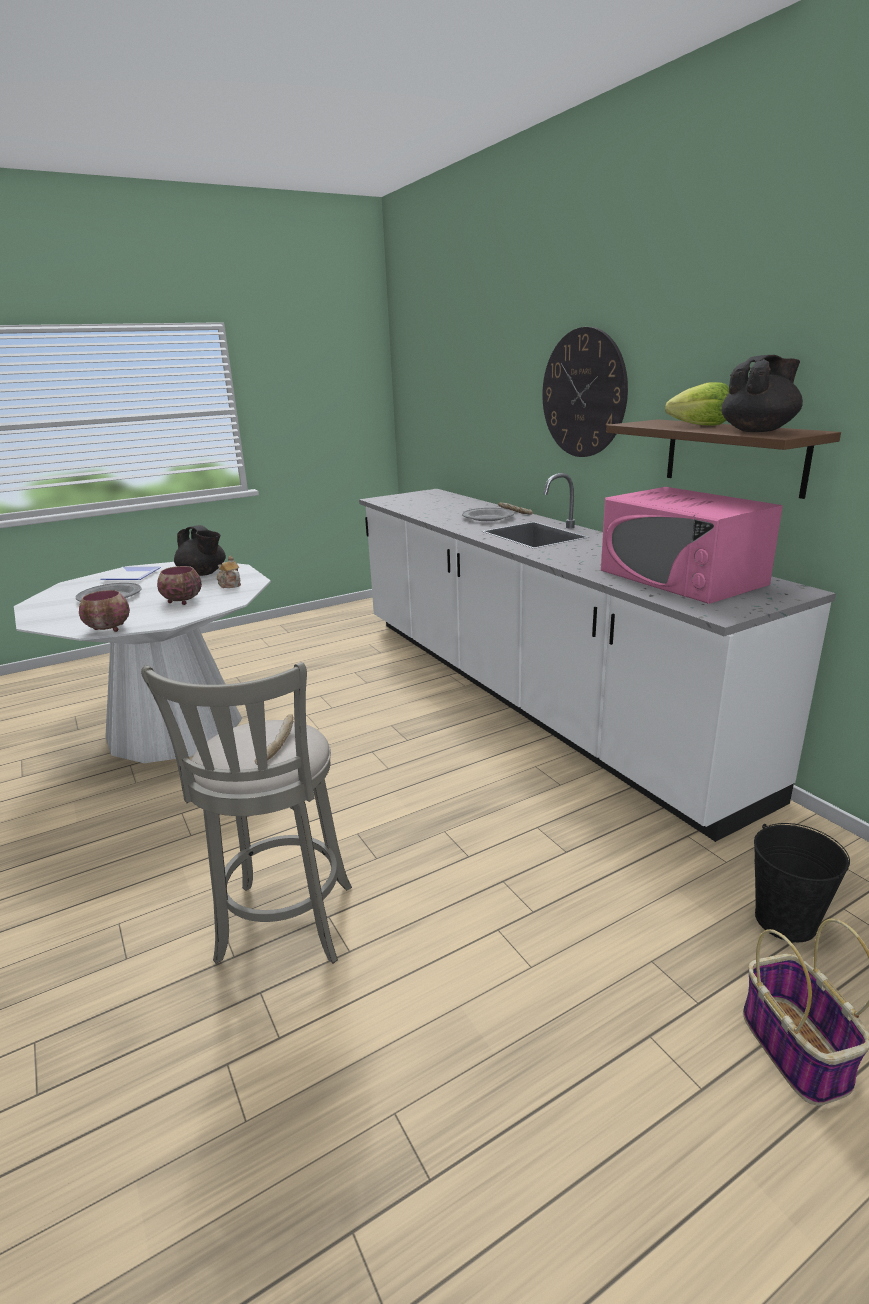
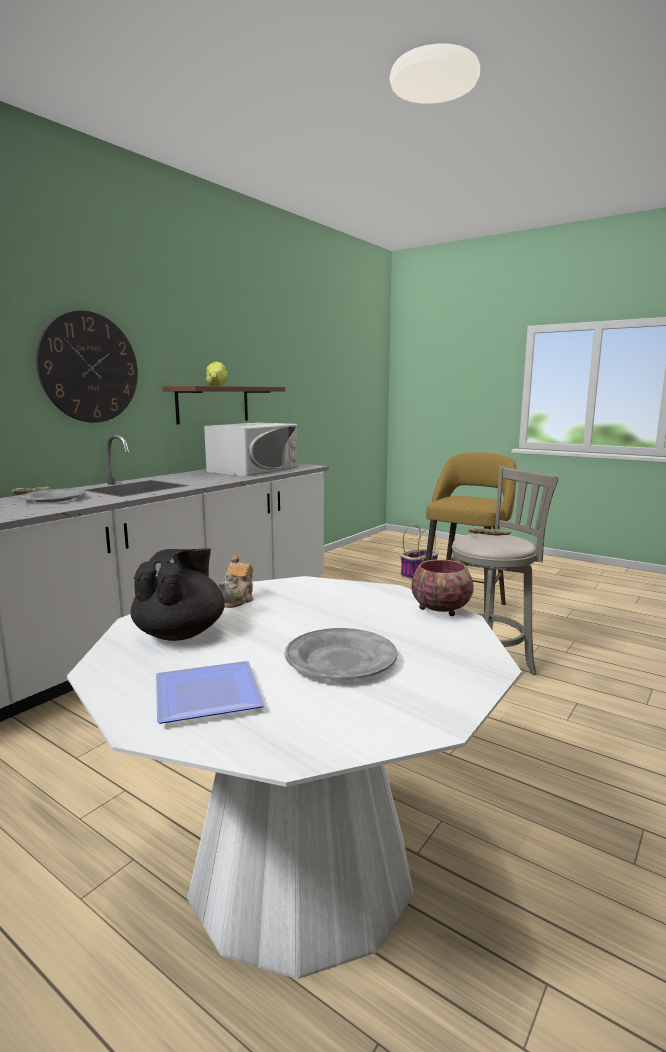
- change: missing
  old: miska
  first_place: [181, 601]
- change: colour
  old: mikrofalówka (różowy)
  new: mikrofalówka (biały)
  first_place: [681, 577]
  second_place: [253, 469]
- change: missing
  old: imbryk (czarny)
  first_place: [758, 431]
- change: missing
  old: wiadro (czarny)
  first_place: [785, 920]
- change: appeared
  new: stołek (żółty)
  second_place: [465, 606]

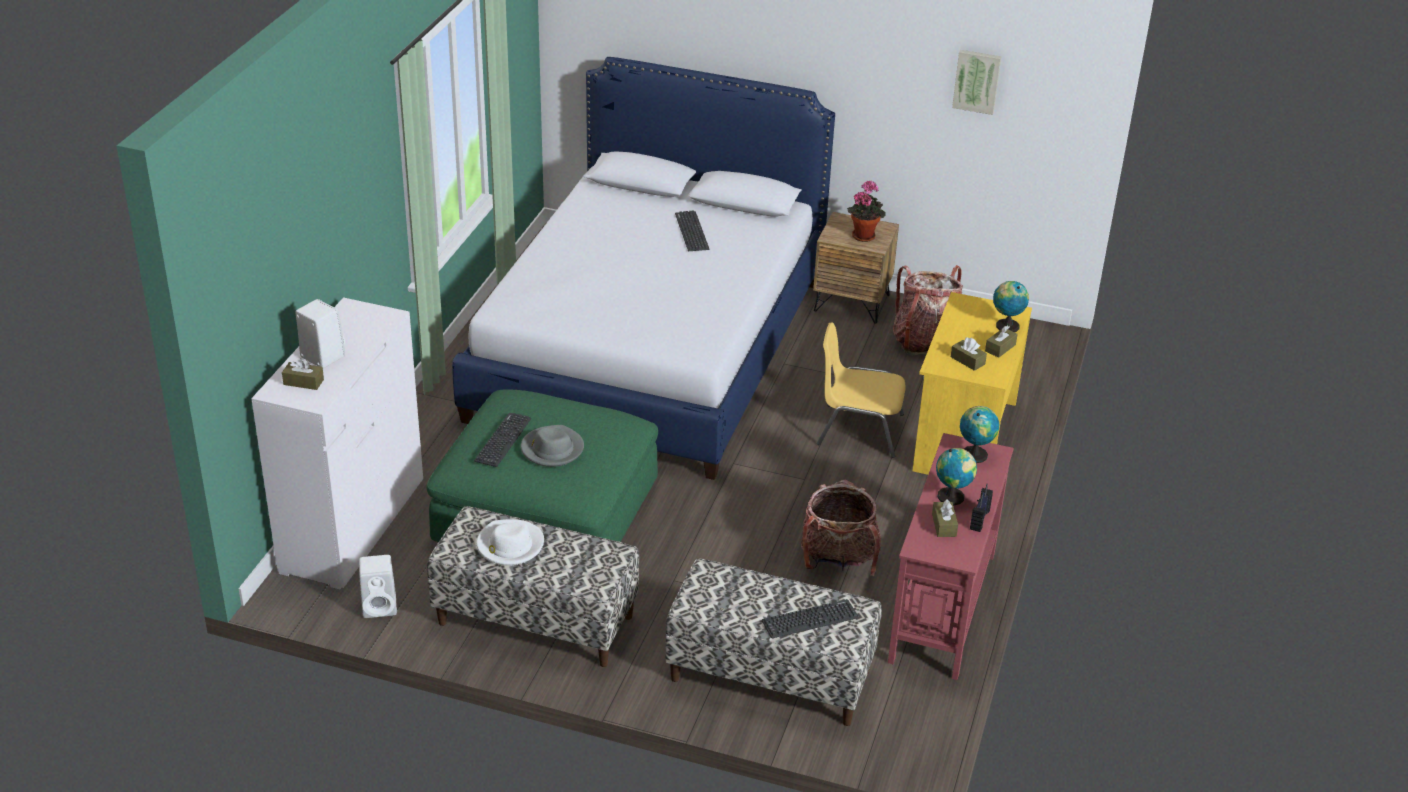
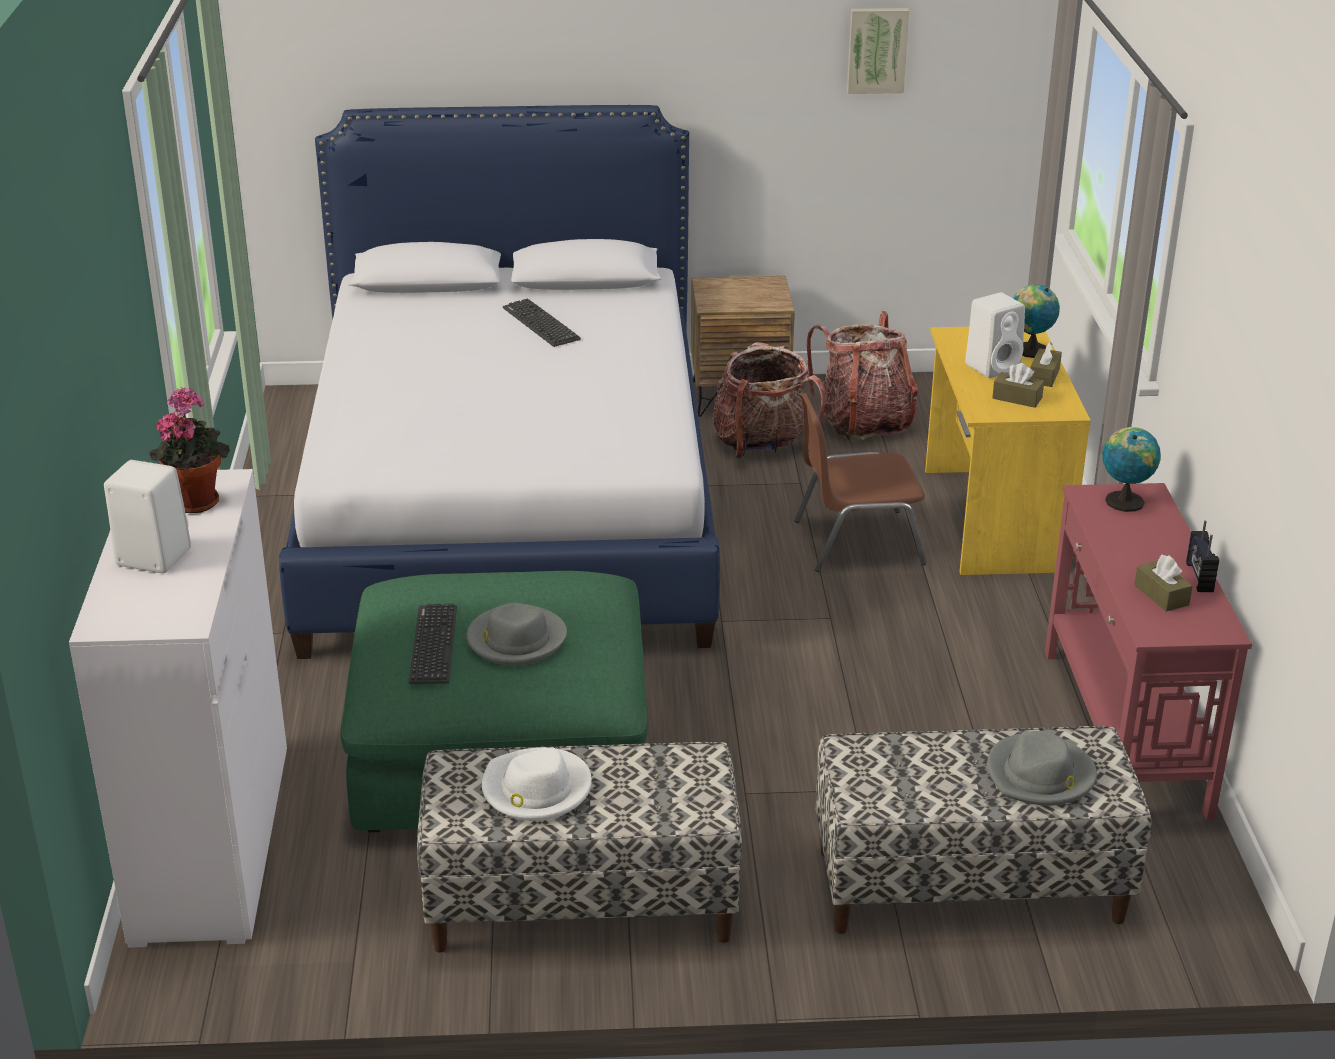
- change: missing
  old: pudełko chusteczek (brązowy)
  first_place: [303, 382]
- change: relocated
  old: głośnik (biały)
  first_place: [381, 606]
  second_place: [993, 366]
- change: exchanged
  old: klawiatura
  new: kapelusz (szary)
  first_place: [810, 619]
  second_place: [1040, 775]
- change: relocated
  old: plecak
  first_place: [838, 560]
  second_place: [762, 445]
- change: colour
  old: krzesło (żółty)
  new: krzesło (brązowy)
  first_place: [858, 429]
  second_place: [856, 541]
- change: relocated
  old: roślina doniczkowa
  first_place: [864, 235]
  second_place: [196, 500]
- change: missing
  old: globus
  first_place: [953, 497]

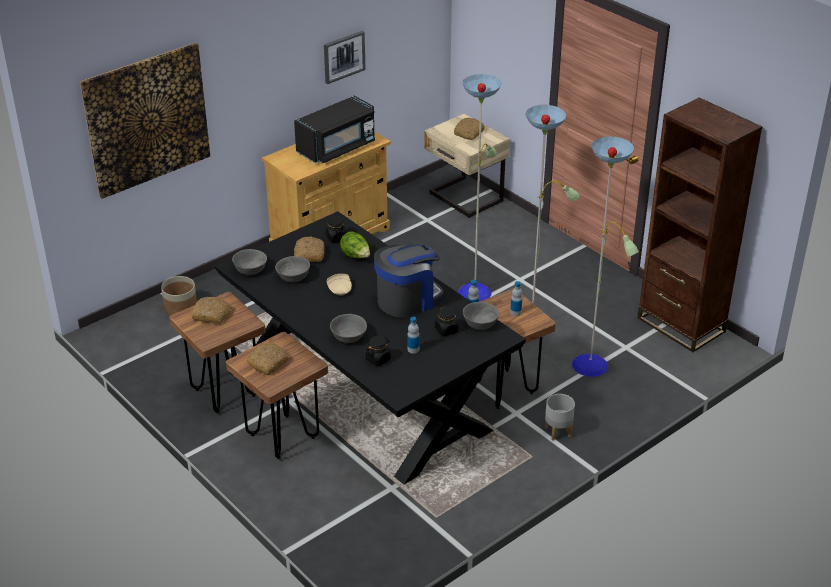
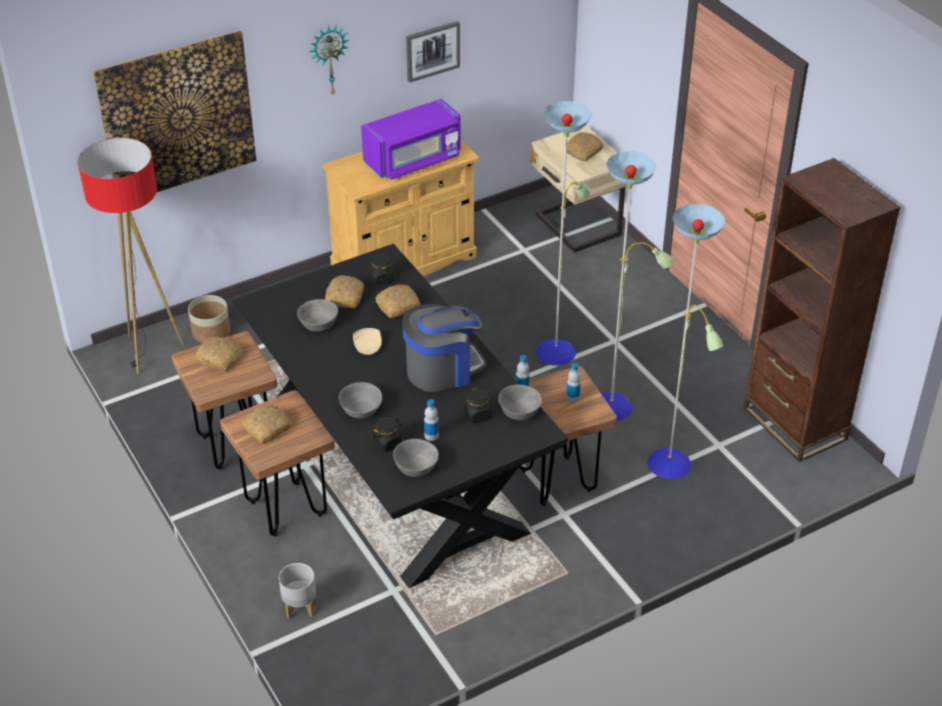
- change: relocated
  old: miska (szary)
  first_place: [250, 269]
  second_place: [416, 467]
- change: colour
  old: mikrofalówka (czarny)
  new: mikrofalówka (fioletowy)
  first_place: [337, 148]
  second_place: [413, 160]
- change: exchanged
  old: sałata
  new: chleb
  first_place: [356, 256]
  second_place: [398, 305]
- change: relocated
  old: donica (szary)
  first_place: [557, 431]
  second_place: [300, 607]
- change: appeared
  new: lampa stojąca
  second_place: [150, 352]
- change: appeared
  new: zegar ścienny
  second_place: [329, 59]

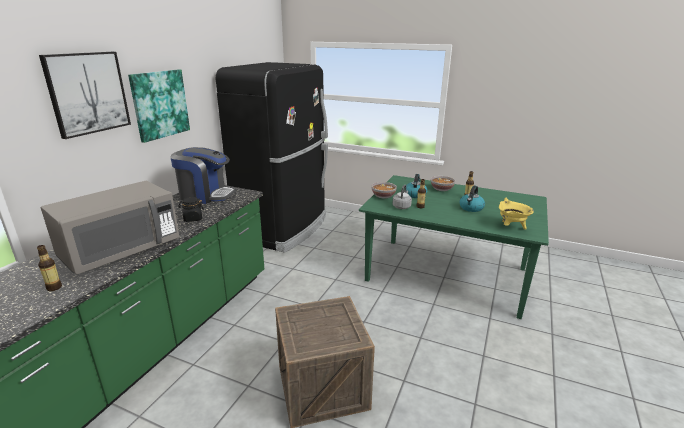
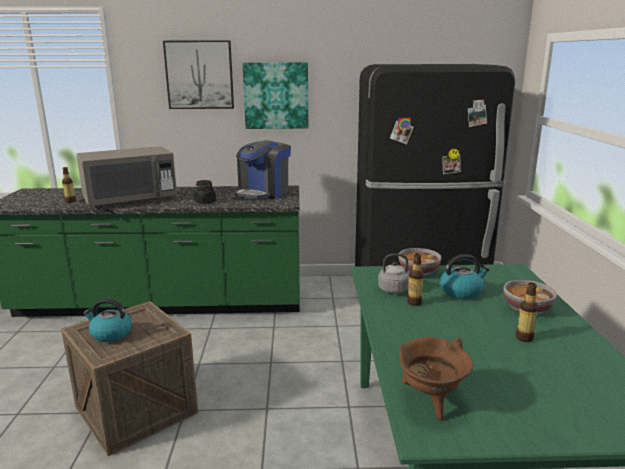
- change: spun
  old: mikrofalówka (szary)
  first_place: [121, 251]
  second_place: [130, 200]
  degrees: -45
- change: spun
  old: ekspres do kawy
  first_place: [205, 195]
  second_place: [263, 193]
  degrees: 45
- change: relocated
  old: czajnik
  first_place: [471, 208]
  second_place: [110, 334]
- change: colour
  old: garnek (żółty)
  new: garnek (brązowy)
  first_place: [511, 227]
  second_place: [431, 401]

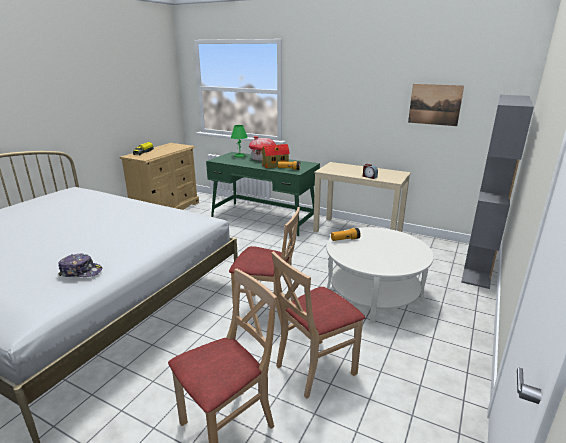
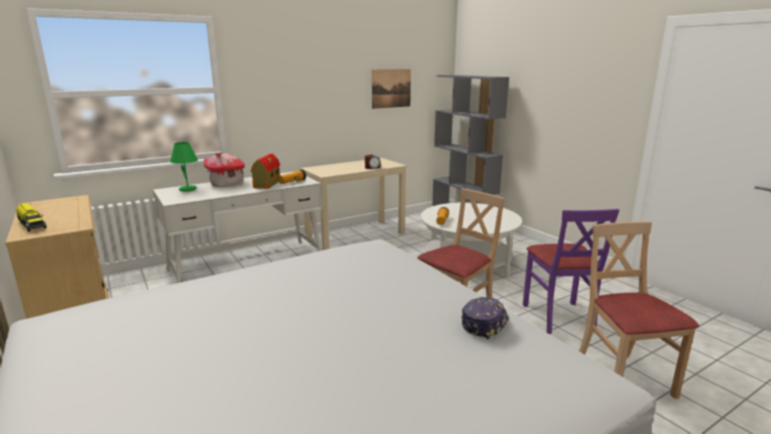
- change: colour
  old: biurko (zielony)
  new: biurko (biały)
  first_place: [263, 218]
  second_place: [247, 265]
- change: colour
  old: krzesło (beżowy)
  new: krzesło (fioletowy)
  first_place: [315, 368]
  second_place: [559, 317]

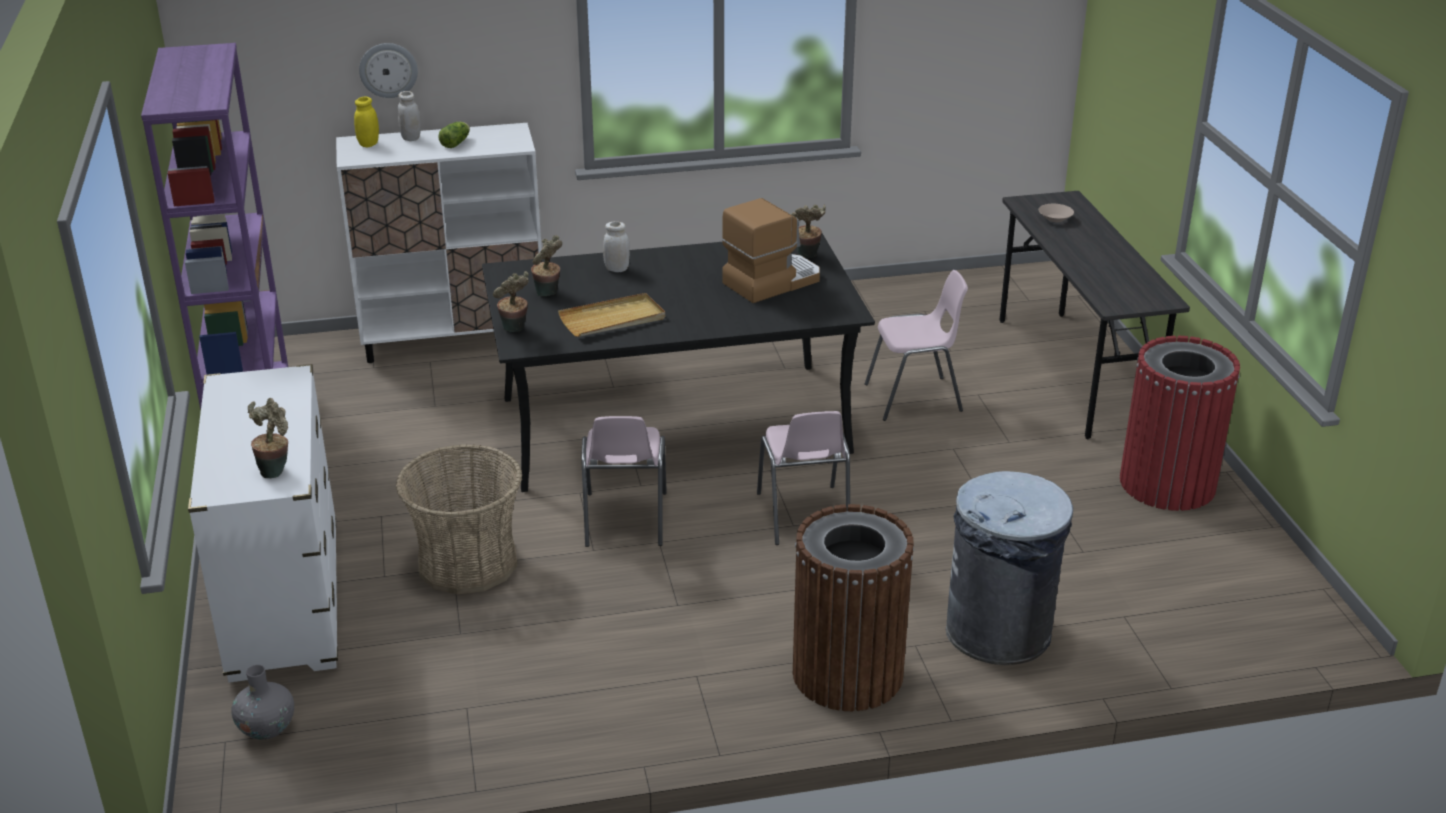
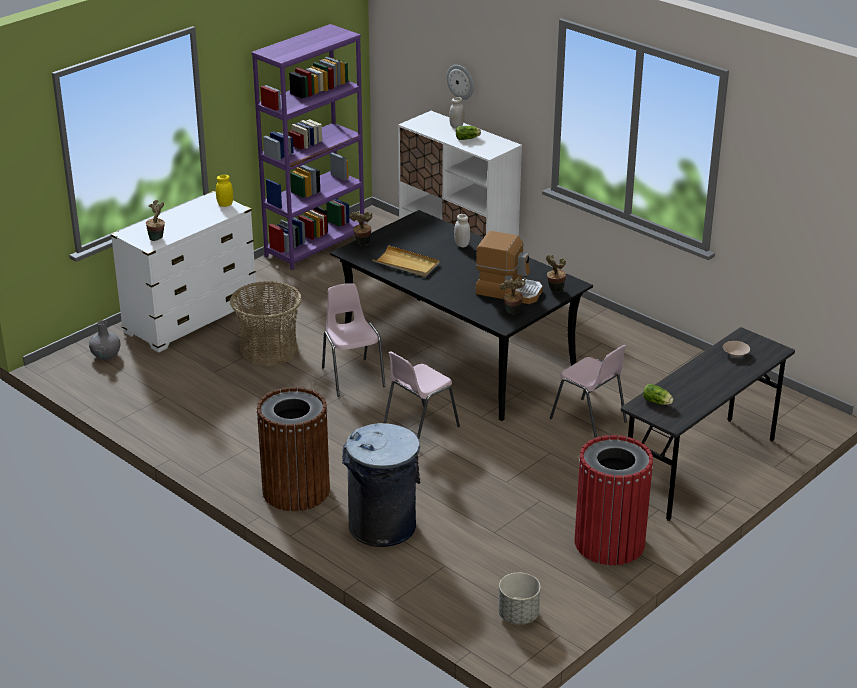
- change: relocated
  old: słoik (żółty)
  first_place: [369, 144]
  second_place: [225, 204]
- change: relocated
  old: roślina doniczkowa
  first_place: [548, 294]
  second_place: [512, 313]
- change: spun
  old: krzesło (różowy)
  first_place: [624, 520]
  second_place: [352, 377]
  degrees: 105
- change: appeared
  new: donica (szary)
  second_place: [518, 615]
- change: appeared
  new: sałata
  second_place: [657, 402]

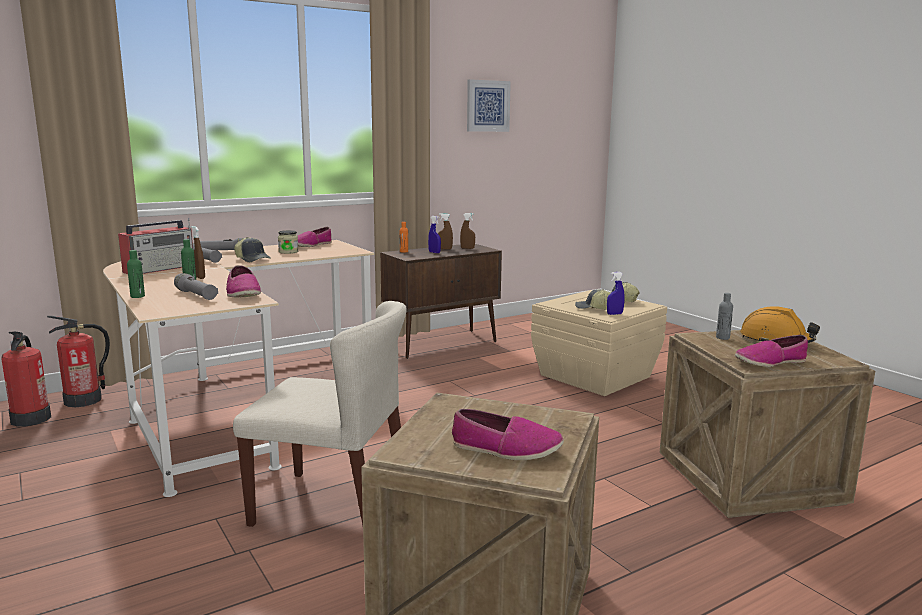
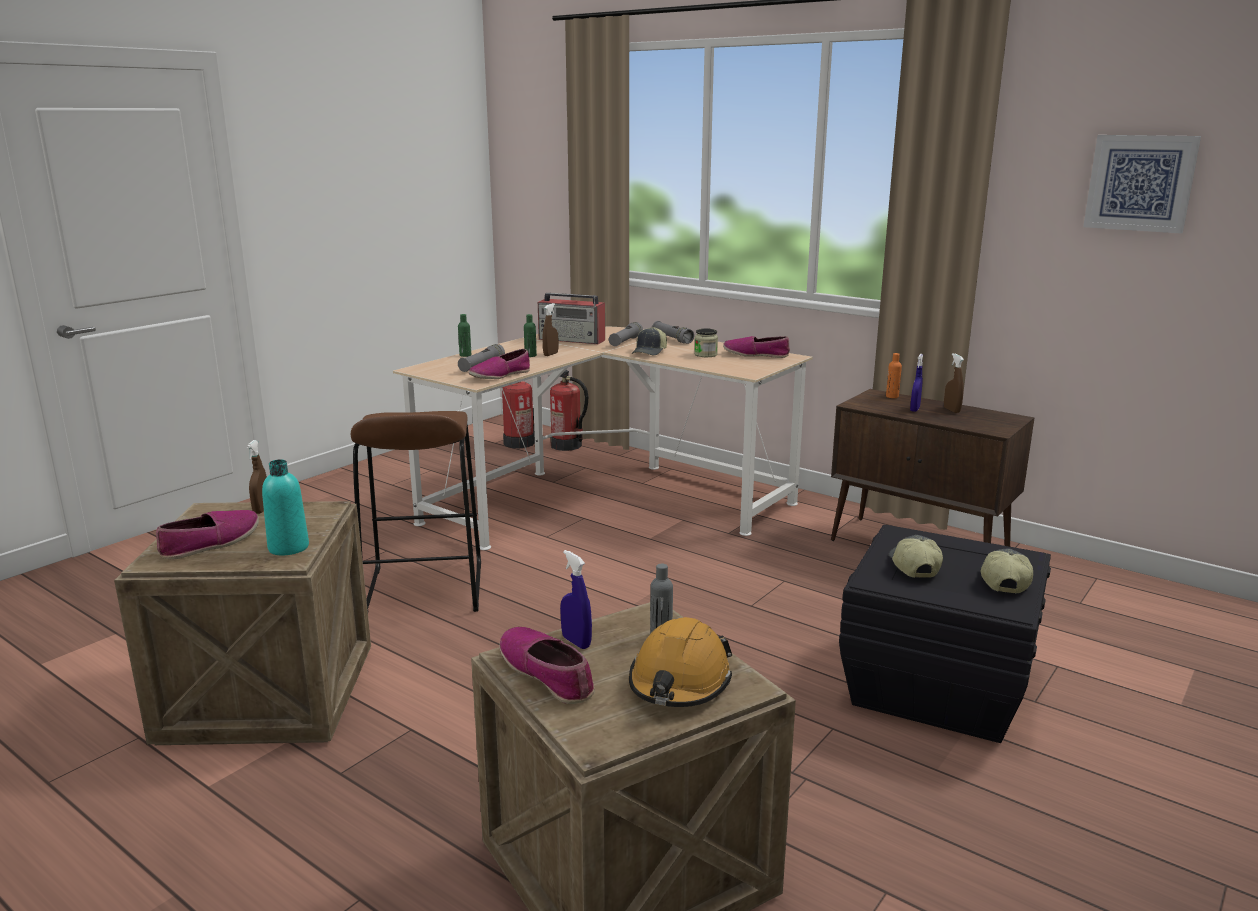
- change: exchanged
  old: krzesło (beżowy)
  new: stołek (brązowy)
  first_place: [333, 506]
  second_place: [424, 589]
- change: spun
  old: but
  first_place: [506, 449]
  second_place: [211, 543]
  degrees: -135
- change: relocated
  old: spryskiwacz (brązowy)
  first_place: [467, 248]
  second_place: [261, 510]
- change: colour
  old: pojemnik do przechowywania (beżowy)
  new: pojemnik do przechowywania (czarny)
  first_place: [594, 376]
  second_place: [935, 685]
- change: relocated
  old: spryskiwacz (niebieski)
  first_place: [614, 314]
  second_place: [576, 642]
- change: appeared
  new: butelka (turkusowy)
  second_place: [288, 548]

